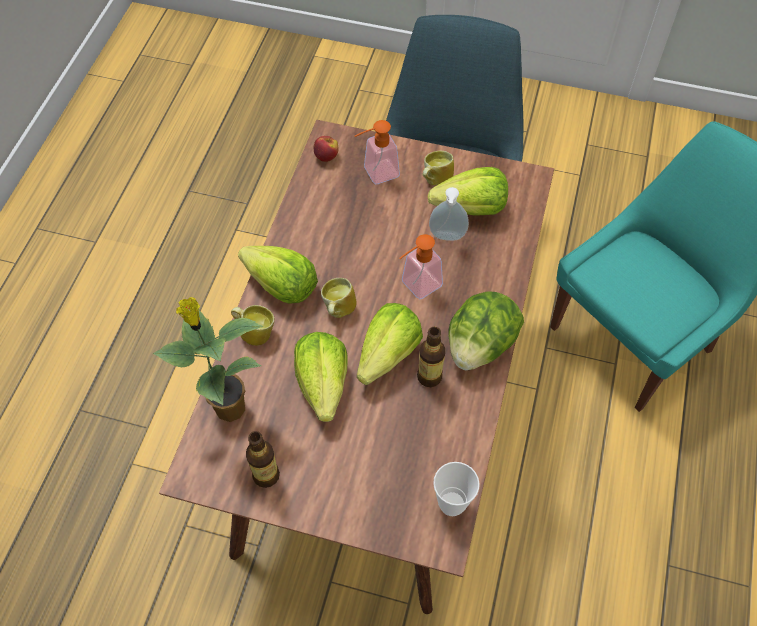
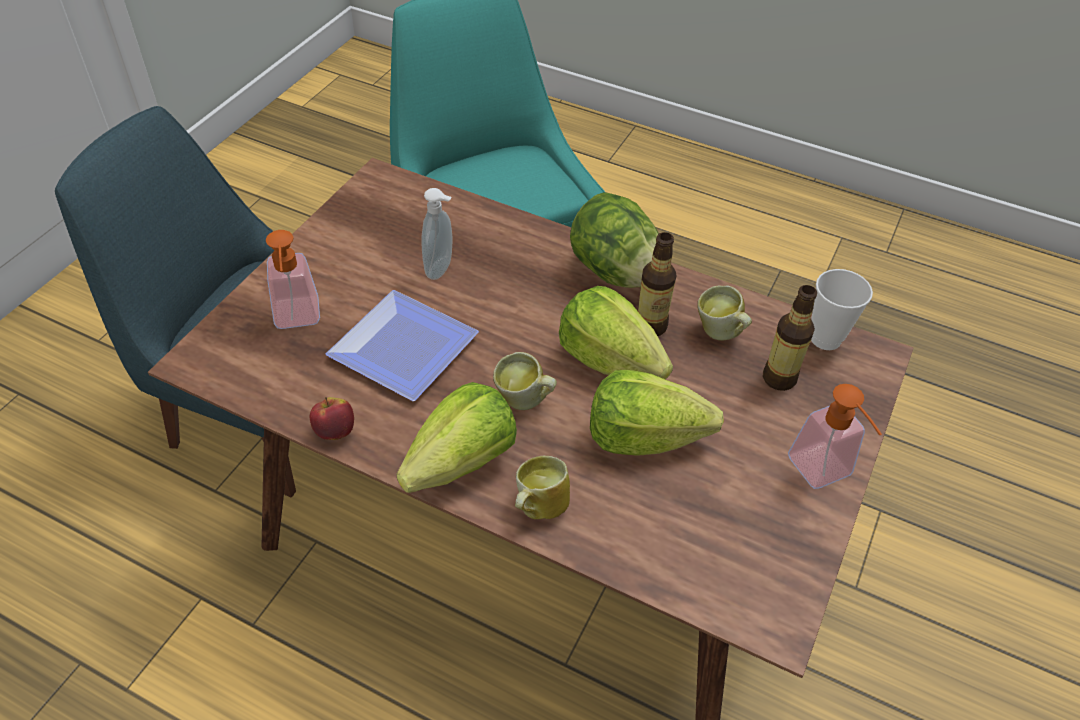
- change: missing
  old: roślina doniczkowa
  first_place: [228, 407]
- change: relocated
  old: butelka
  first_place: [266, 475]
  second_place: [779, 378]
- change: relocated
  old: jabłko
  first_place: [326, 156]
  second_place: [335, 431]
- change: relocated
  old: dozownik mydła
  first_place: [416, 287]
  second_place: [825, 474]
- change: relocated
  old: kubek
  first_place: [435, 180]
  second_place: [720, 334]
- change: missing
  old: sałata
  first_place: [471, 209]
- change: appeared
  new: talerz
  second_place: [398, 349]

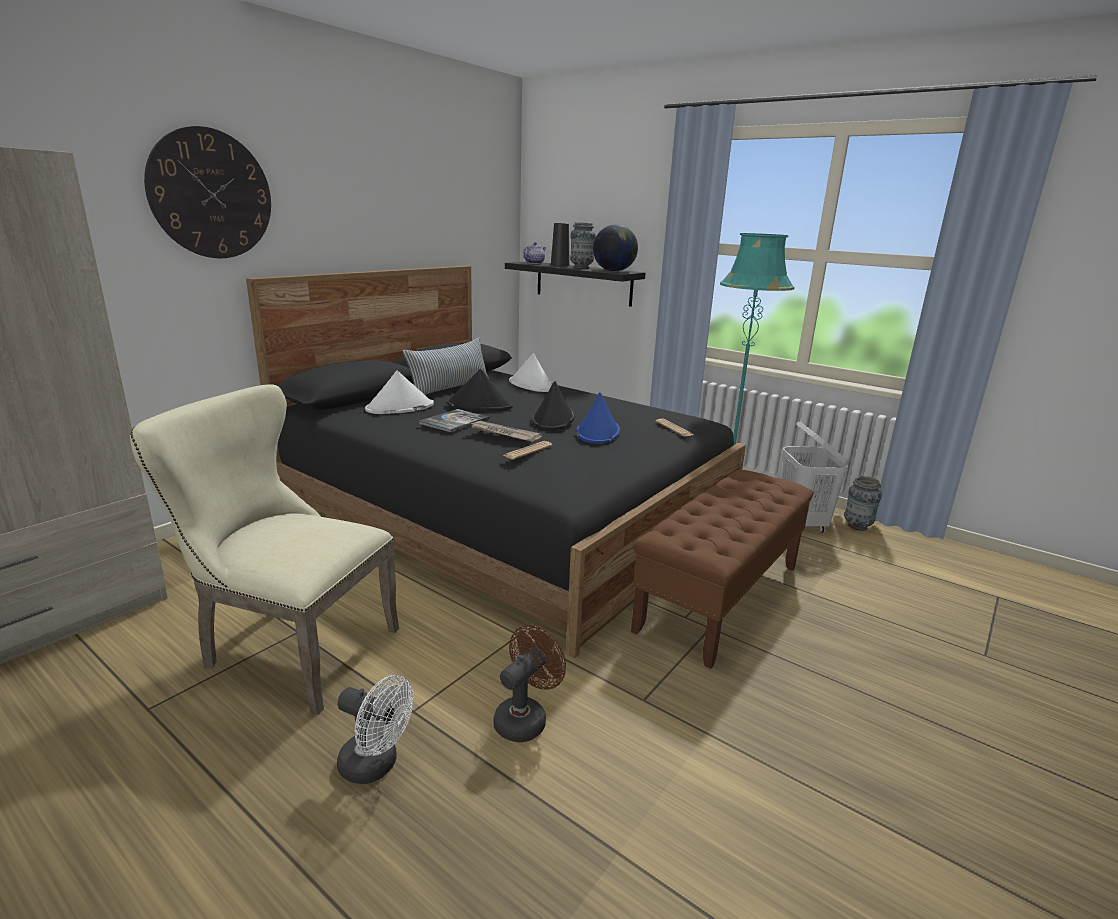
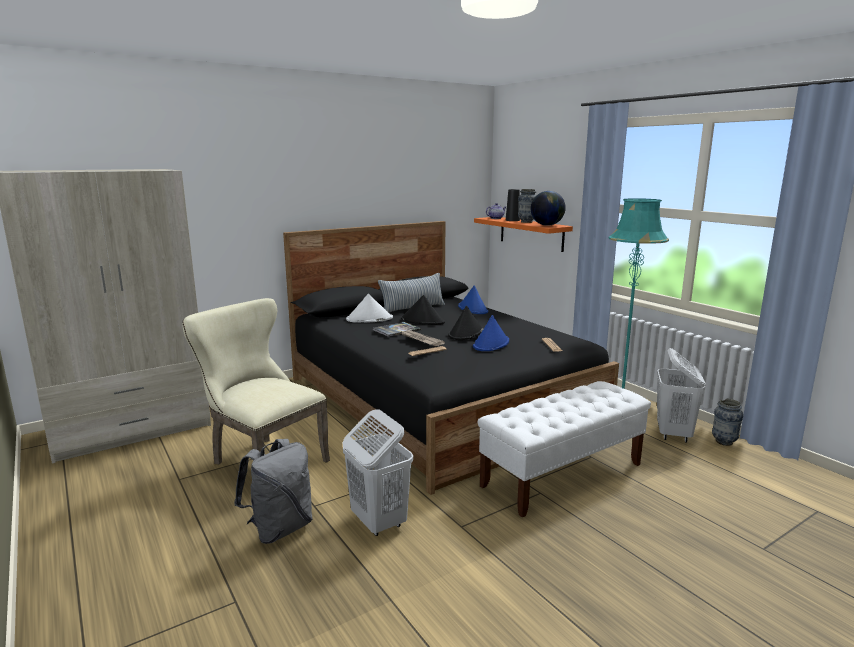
- change: missing
  old: zegar ścienny
  first_place: [211, 194]
- change: exchanged
  old: wentylator (biały)
  new: plecak (szary)
  first_place: [376, 765]
  second_place: [280, 528]
- change: exchanged
  old: wentylator (brązowy)
  new: kosz na pranie (biały)
  first_place: [525, 718]
  second_place: [378, 522]
- change: colour
  old: półka (czarny)
  new: półka (pomarańczowy)
  first_place: [583, 283]
  second_place: [531, 233]
- change: colour
  old: kapelusz (biały)
  new: kapelusz (niebieski)
  first_place: [531, 385]
  second_place: [473, 309]
- change: colour
  old: ławka (brązowy)
  new: ławka (biały)
  first_place: [720, 597]
  second_place: [562, 474]

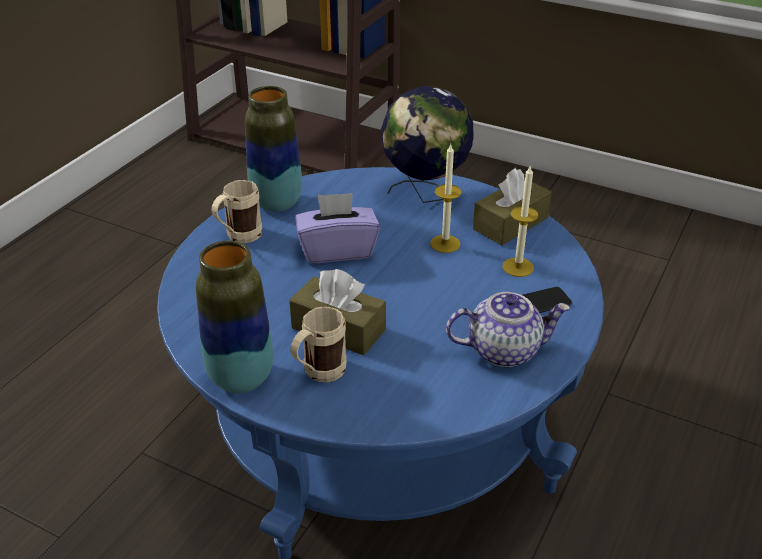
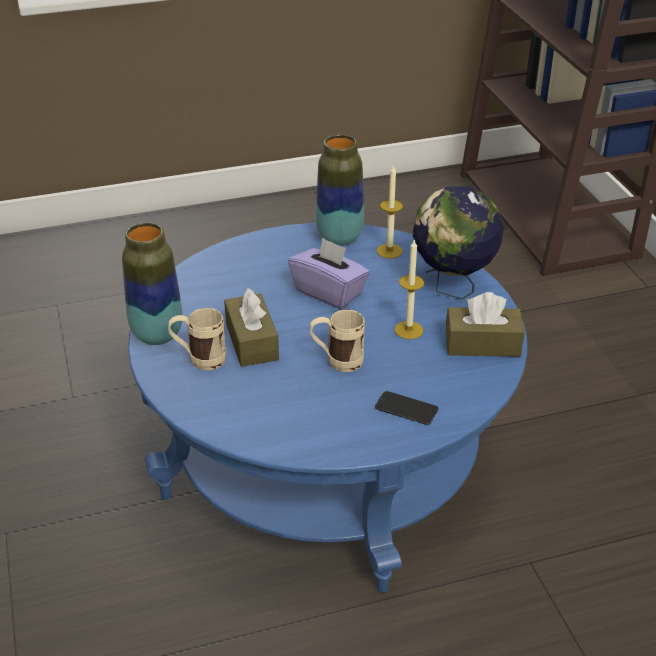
- change: relocated
  old: kubek (beżowy)
  first_place: [238, 238]
  second_place: [337, 362]
- change: missing
  old: imbryk
  first_place: [504, 350]
- change: relocated
  old: świeca
  first_place: [518, 267]
  second_place: [389, 251]

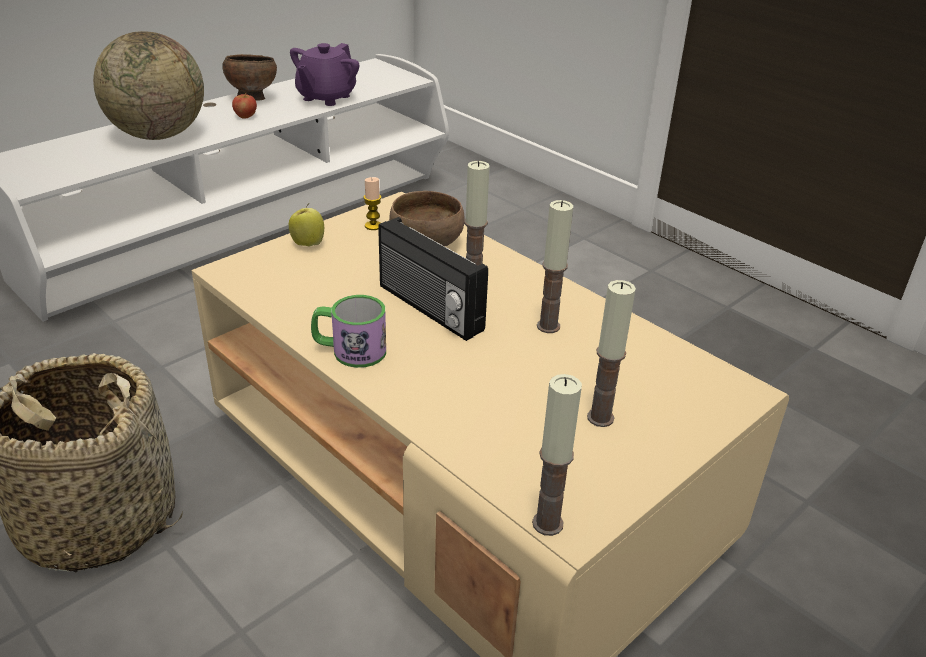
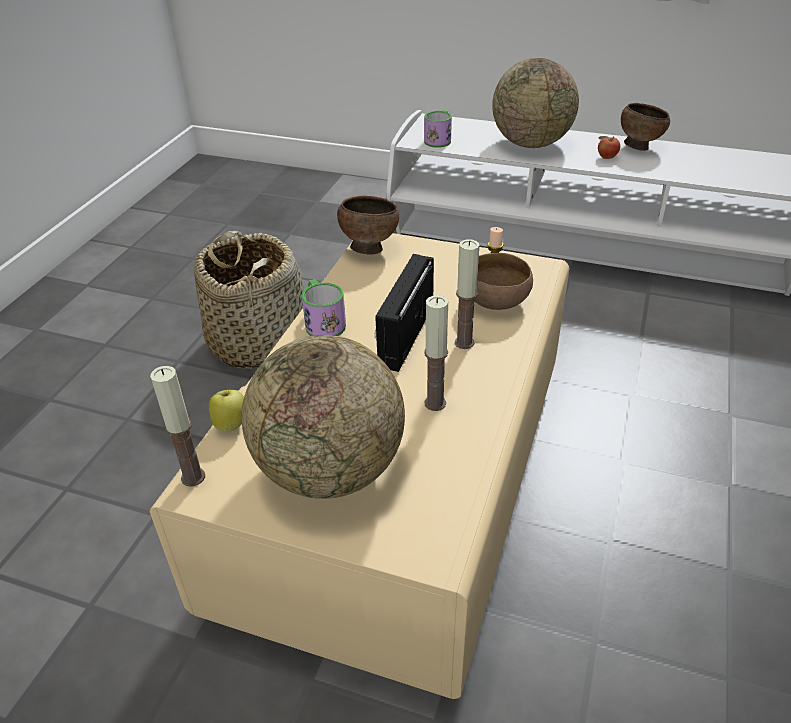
- change: relocated
  old: jabłko
  first_place: [308, 244]
  second_place: [231, 424]
- change: missing
  old: imbryk (fioletowy)
  first_place: [326, 97]
- change: exchanged
  old: świeca
  new: globus
  first_place: [600, 418]
  second_place: [330, 470]
- change: appeared
  new: miska (brązowy)
  second_place: [368, 248]
- change: appeared
  new: kubek
  second_place: [439, 139]

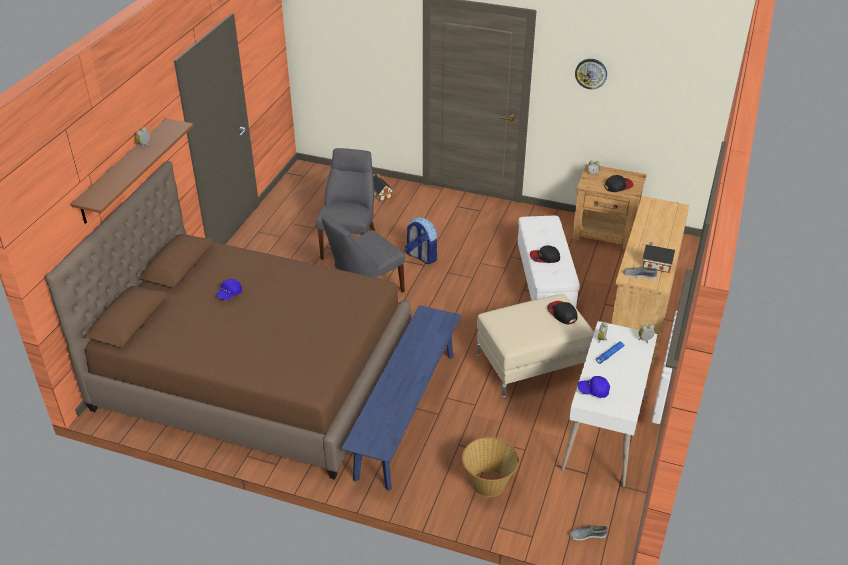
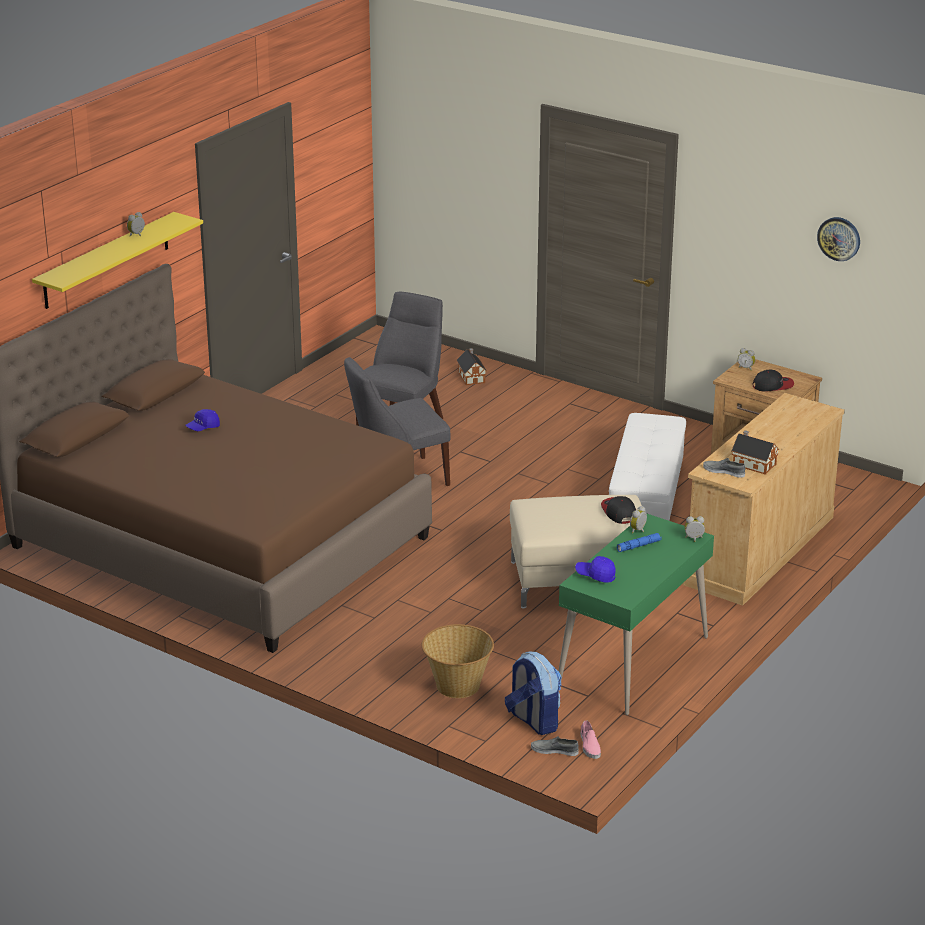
- change: colour
  old: półka (brązowy)
  new: półka (żółty)
  first_place: [124, 171]
  second_place: [106, 260]
- change: missing
  old: ławka (niebieski)
  first_place: [406, 414]
- change: relocated
  old: plecak
  first_place: [421, 257]
  second_place: [533, 721]
- change: missing
  old: czapka z daszkiem
  first_place: [544, 257]
- change: colour
  old: biurko (biały)
  new: biurko (zielony)
  first_place: [605, 434]
  second_place: [633, 663]
- change: relocated
  old: zegar ścienny
  first_place: [591, 73]
  second_place: [839, 238]
- change: appeared
  new: but (różowy)
  second_place: [589, 745]

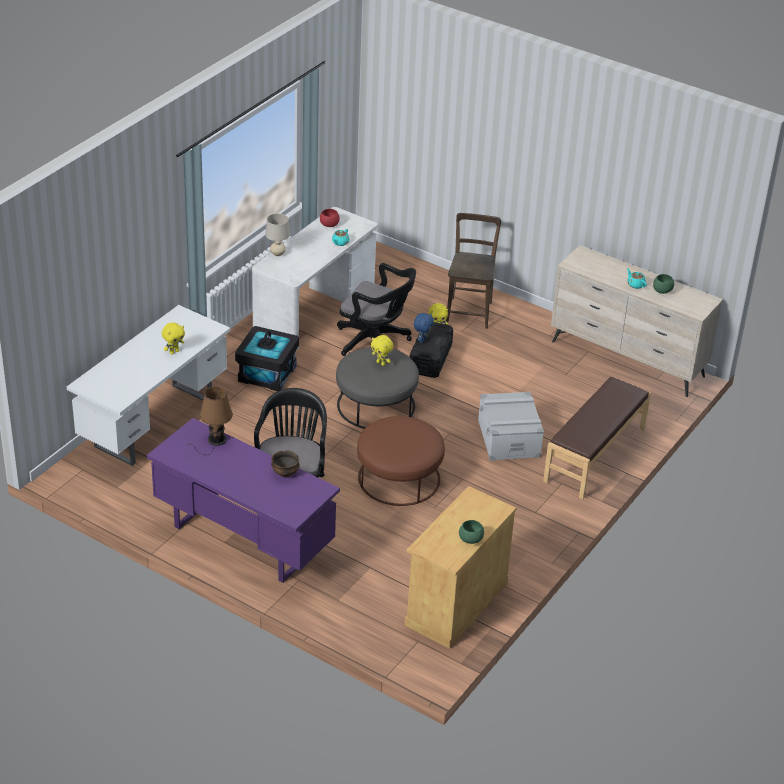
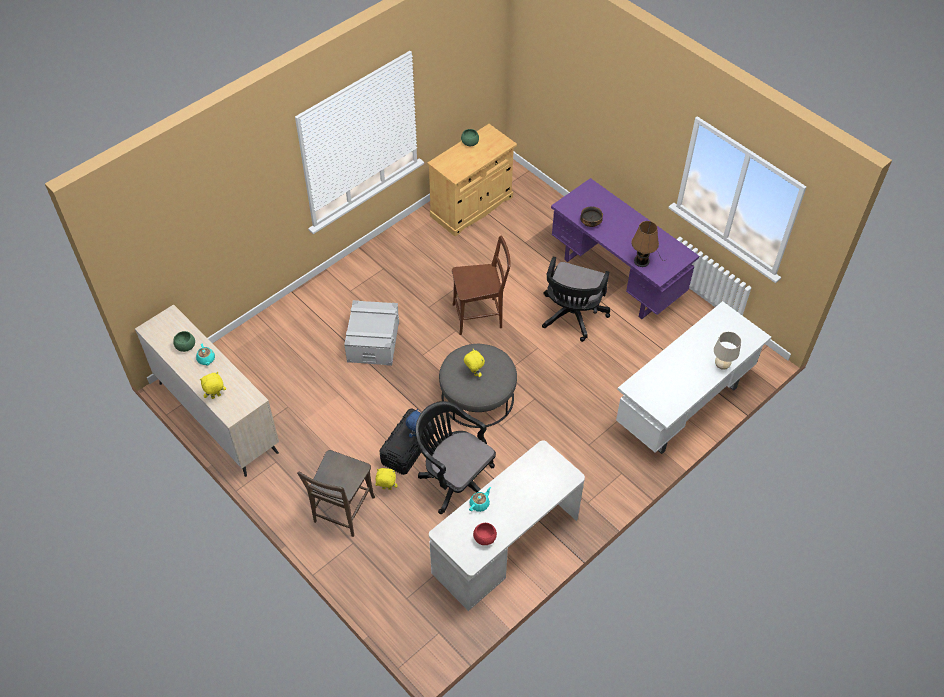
- change: relocated
  old: pluszak (żółty)
  first_place: [174, 352]
  second_place: [216, 397]
- change: missing
  old: pojemnik do przechowywania (czarny)
  first_place: [267, 373]
- change: relocated
  old: lampa stołowa (beżowy)
  first_place: [277, 254]
  second_place: [721, 365]
- change: exchanged
  old: pufa (brązowy)
  new: krzesło (brązowy)
  first_place: [399, 478]
  second_place: [480, 316]
- change: missing
  old: ławka (brązowy)
  first_place: [595, 455]

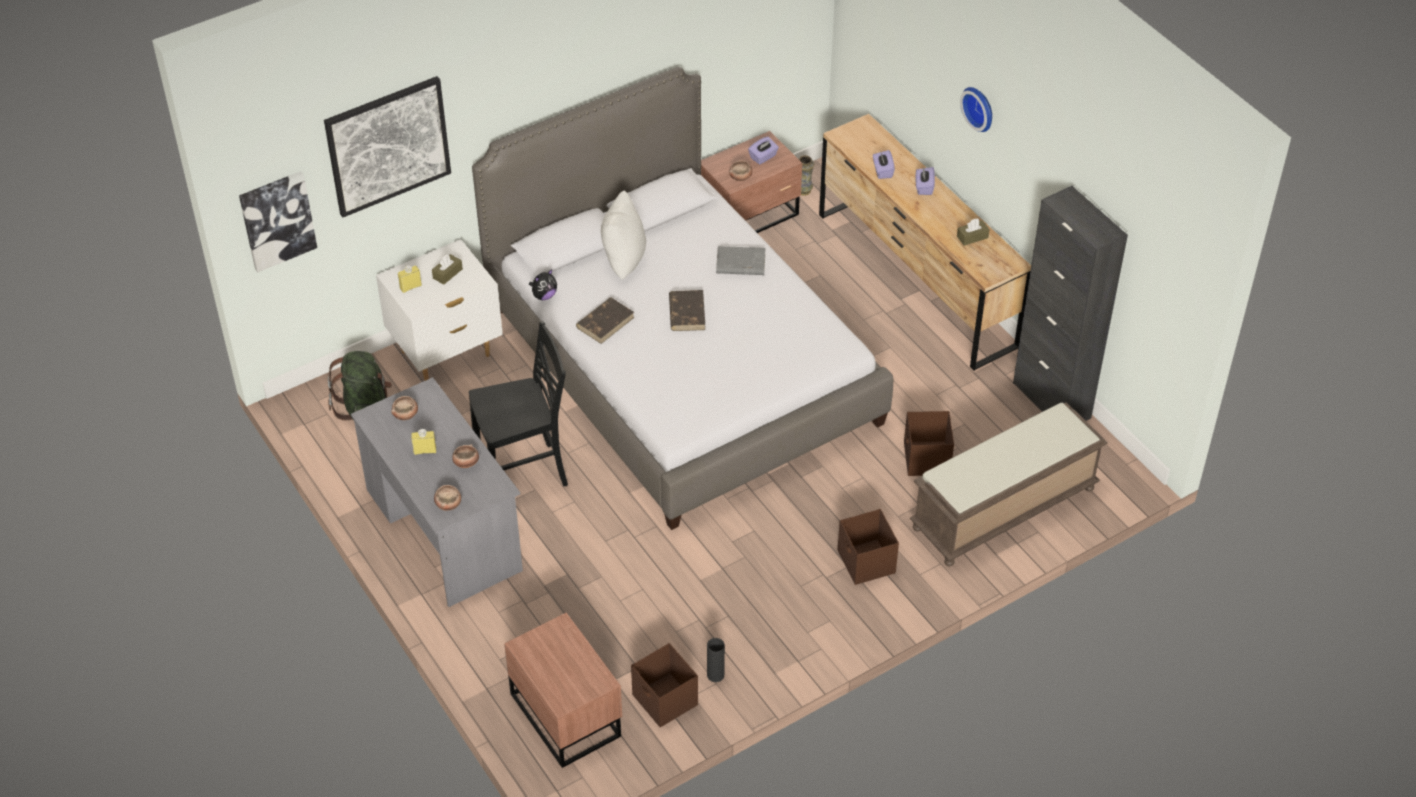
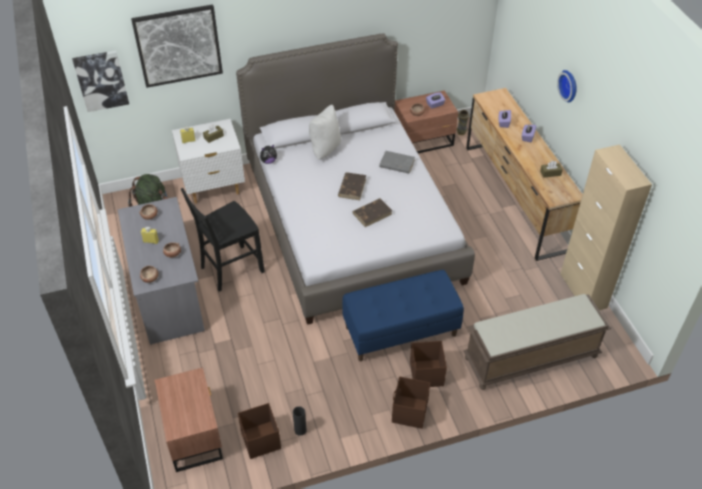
- change: spun
  old: krzesło (czarny)
  first_place: [524, 474]
  second_place: [230, 269]
  degrees: 150
- change: relocated
  old: książka (brązowy)
  first_place: [605, 322]
  second_place: [372, 213]
- change: relocated
  old: pojemnik do przechowywania (brązowy)
  first_place: [926, 459]
  second_place: [409, 412]
- change: colour
  old: szafka (czarny)
  new: szafka (beżowy)
  first_place: [1051, 400]
  second_place: [583, 291]
- change: appeared
  new: ławka (niebieski)
  second_place: [401, 330]

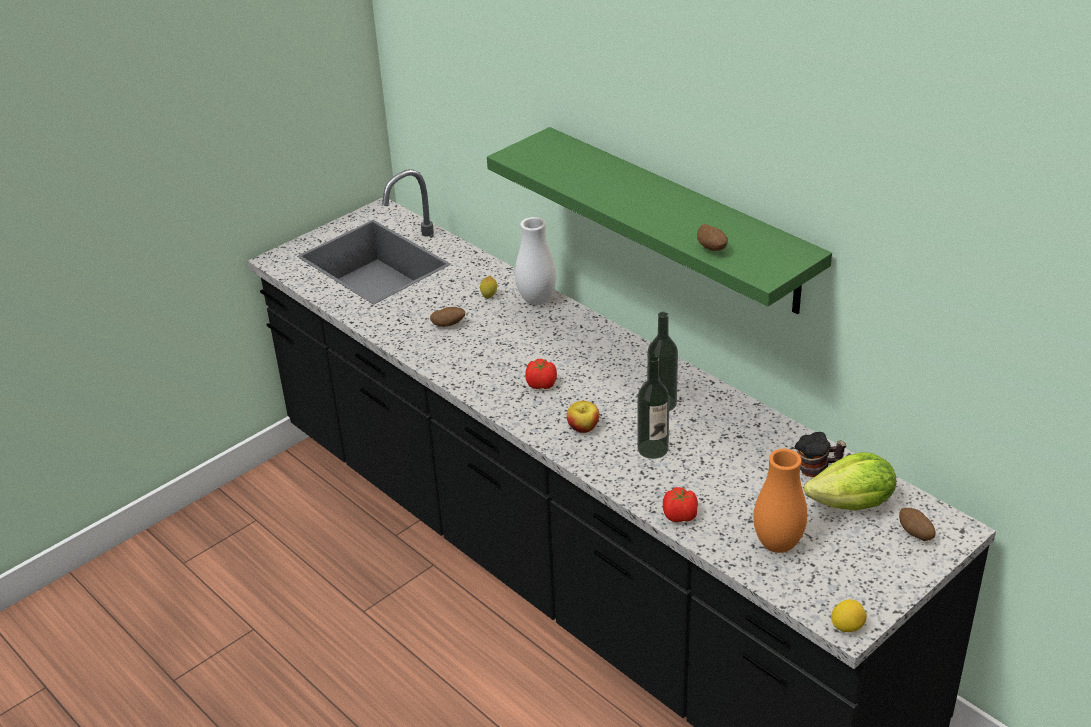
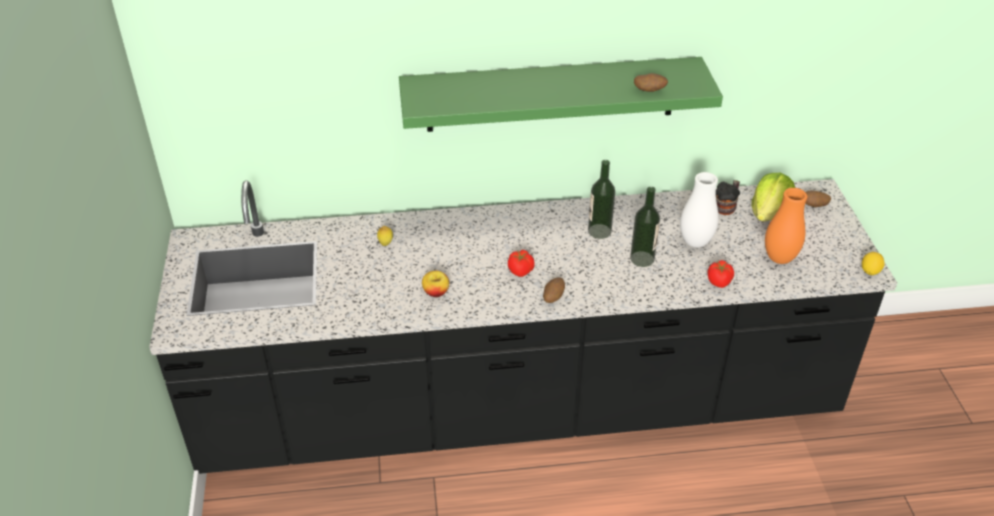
- change: relocated
  old: ziemniak
  first_place: [448, 325]
  second_place: [553, 297]
- change: relocated
  old: wazon (biały)
  first_place: [536, 300]
  second_place: [695, 242]
- change: relocated
  old: jabłko
  first_place: [583, 427]
  second_place: [436, 292]

